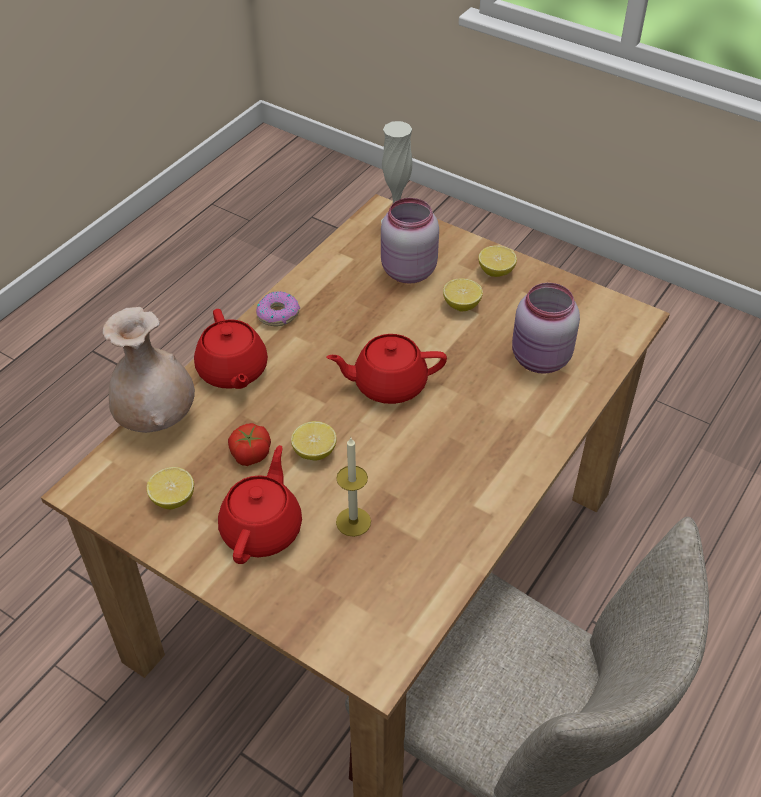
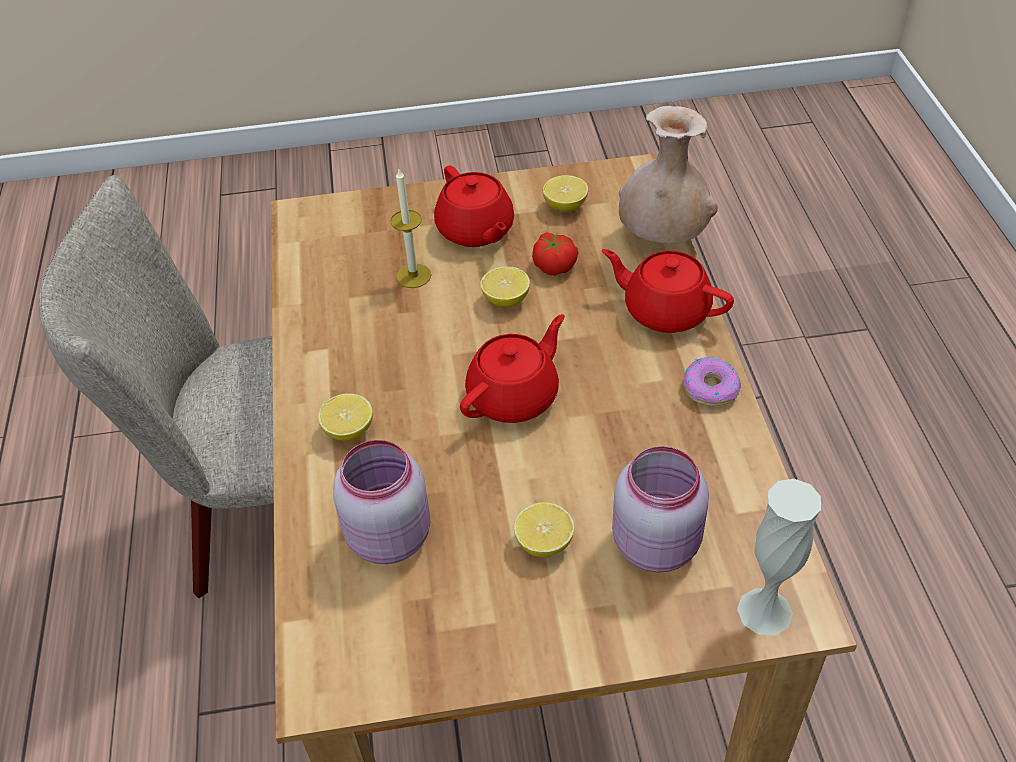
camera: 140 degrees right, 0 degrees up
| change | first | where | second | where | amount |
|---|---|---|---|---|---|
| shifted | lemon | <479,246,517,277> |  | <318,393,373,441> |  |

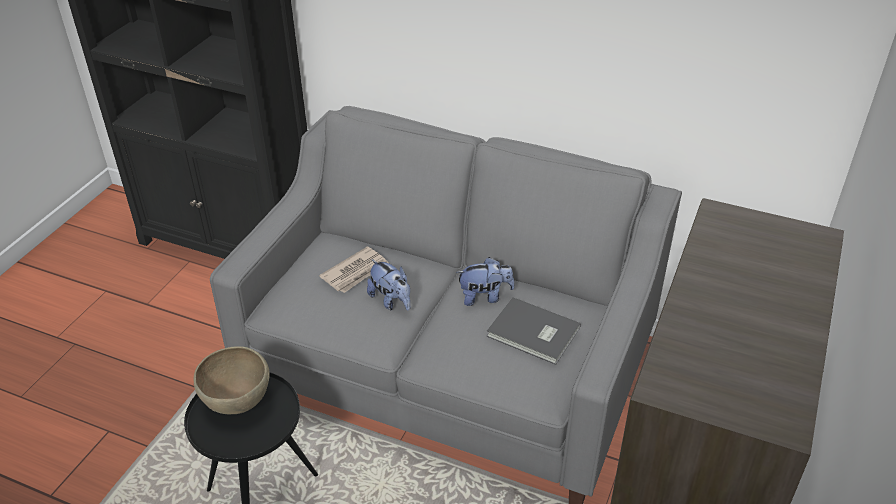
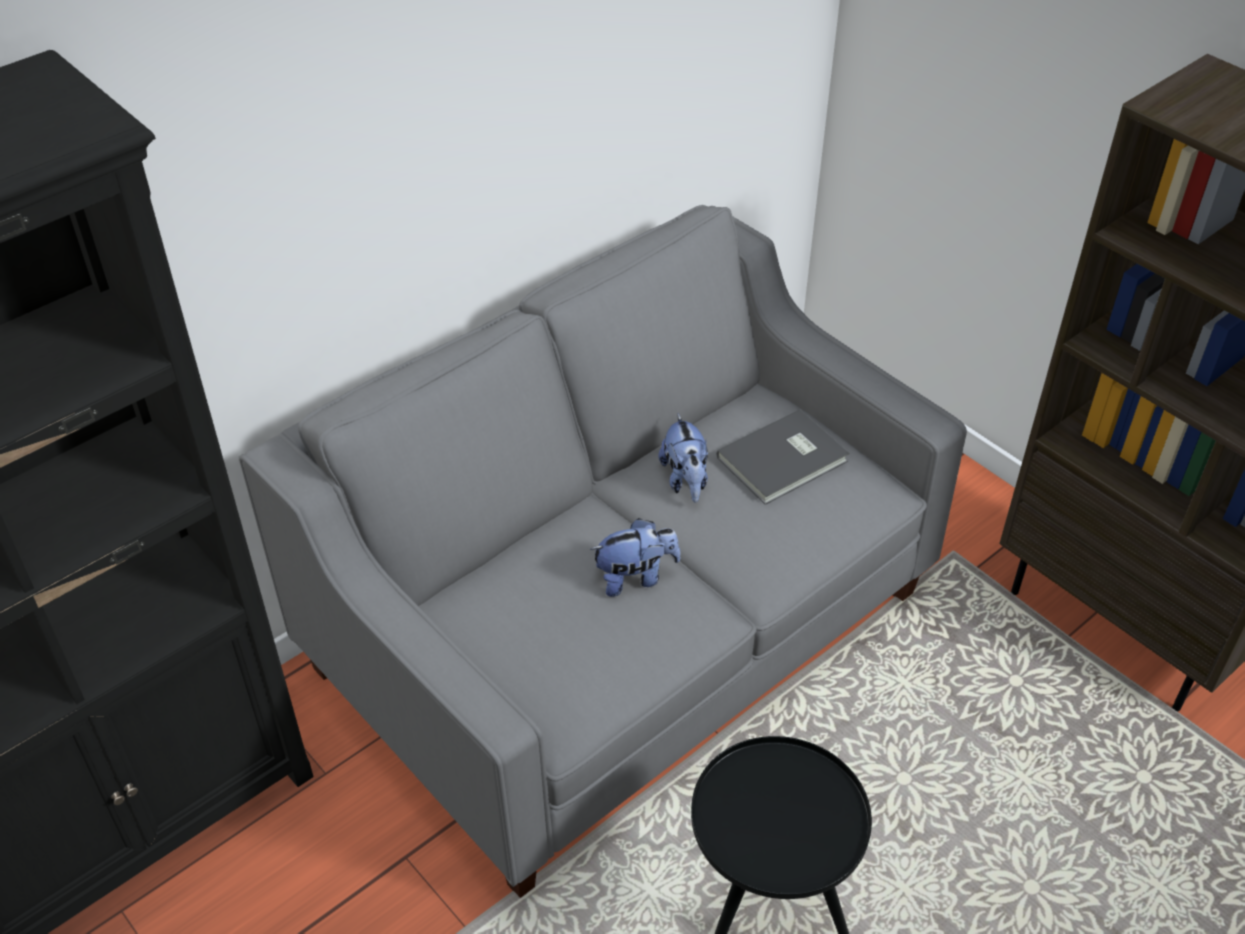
camera: 65 degrees left, 5 degrees up
| change | first | where | second | where | amount |
|---|---|---|---|---|---|
| gone | brown bowl | <193,346,270,414> |  |  |  |
| gone | newspaper | <319,246,389,293> |  |  |  |
| rotated | plush toy | <456,257,515,306> |  | <659,414,708,503> | 150 degrees clockwise |

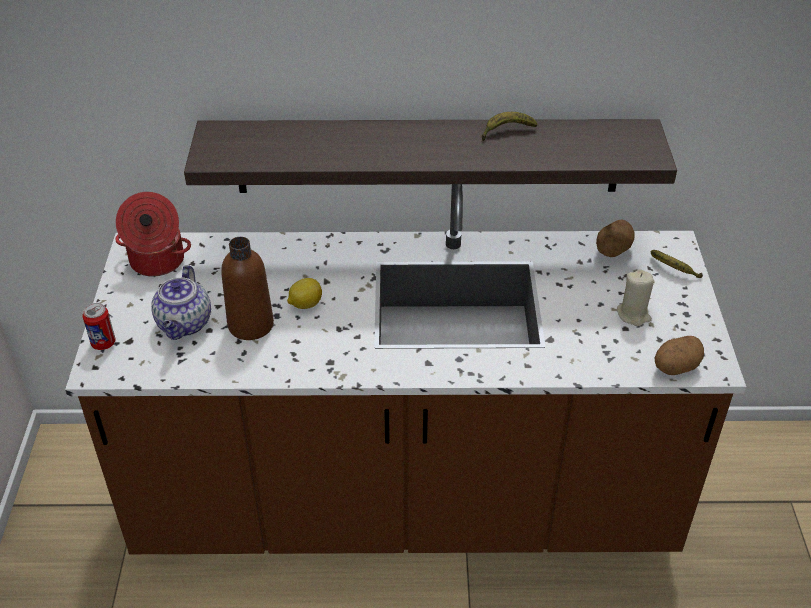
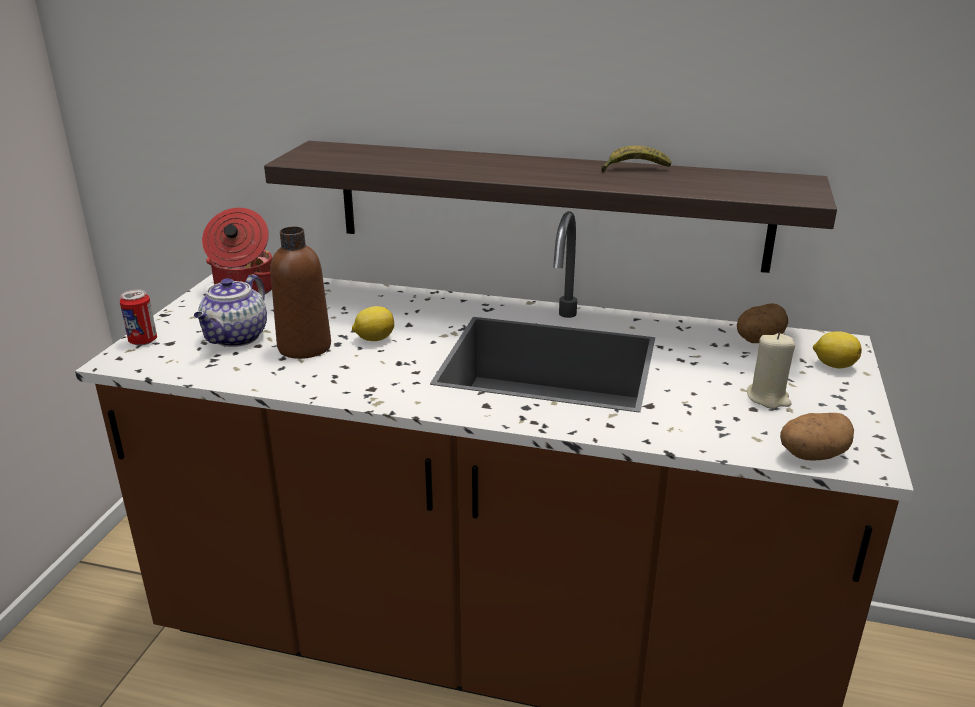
camera: 15 degrees right, 15 degrees down
| change | first | where | second | where | amount |
|---|---|---|---|---|---|
| swapped | banana | <651,250,703,278> | lemon | <813,331,862,368> |  |

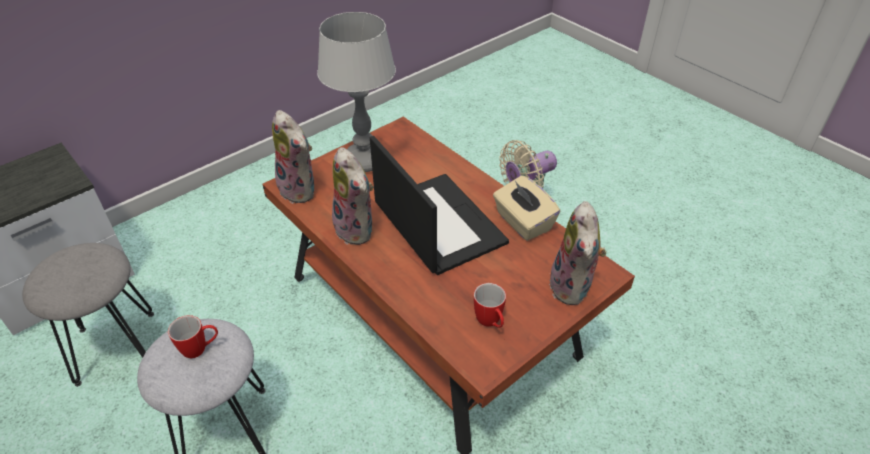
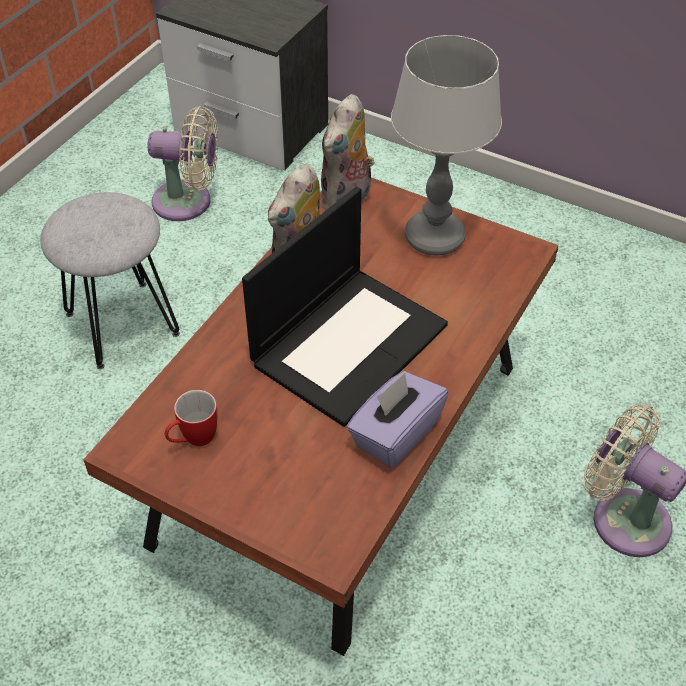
camera: 70 degrees right, 5 degrees up
| change | first | where | second | where | amount |
|---|---|---|---|---|---|
| swapped | grey stool | <22,243,154,387> | beige fan | <147,106,218,221> |  |
| gone | mug | <168,315,218,358> |  |  |  |
| repainted | beige tissue box | <493,175,560,241> | purple tissue box | <347,371,449,468> |  |
| gone | plush toy | <549,201,607,305> |  |  |  |

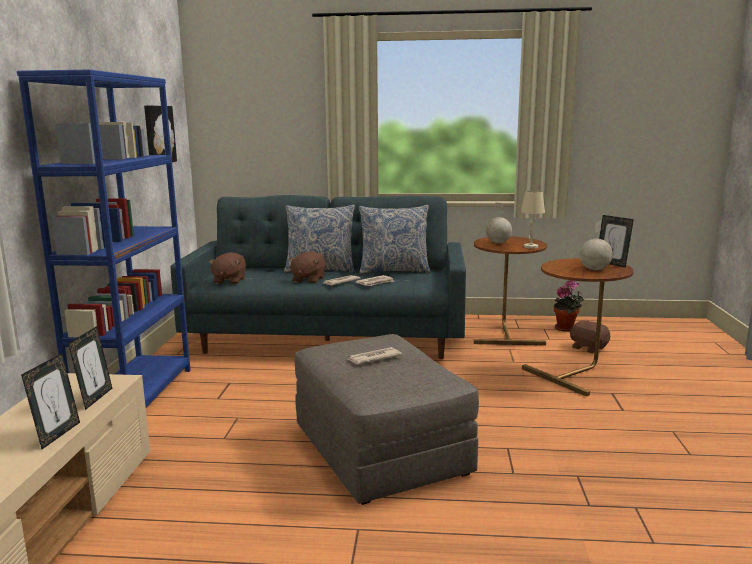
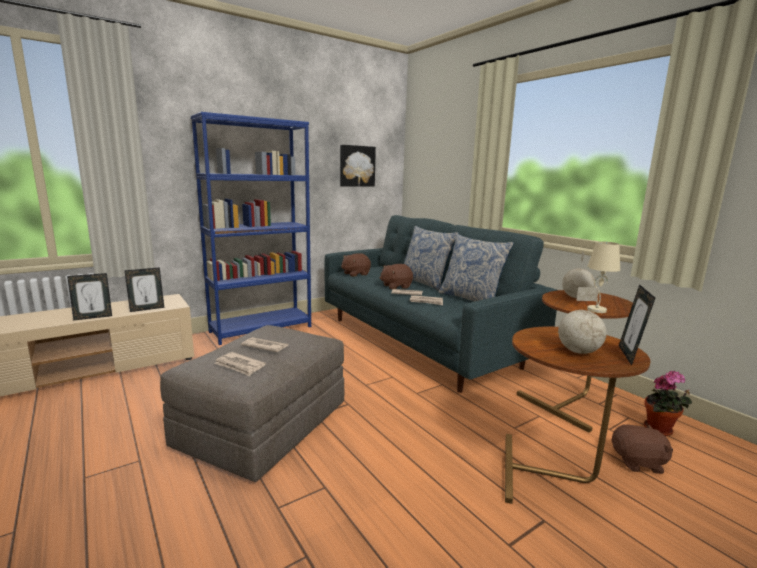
camera: 50 degrees right, 0 degrees up
| change | first | where | second | where | amount |
|---|---|---|---|---|---|
| rotated | brown plush toy | <570,321,610,353> |  | <612,425,673,474> | 90 degrees clockwise |
| new |  |  | newspaper | <214,352,266,376> |  |

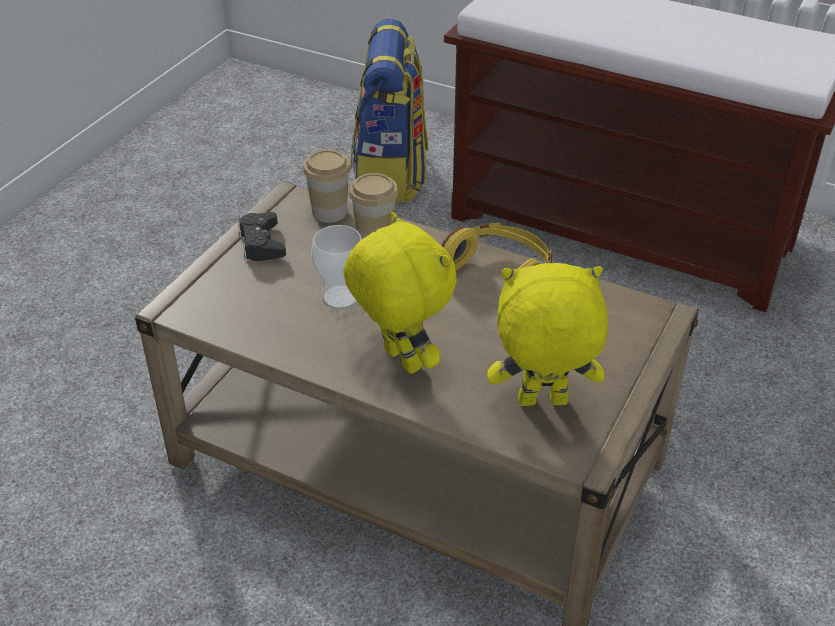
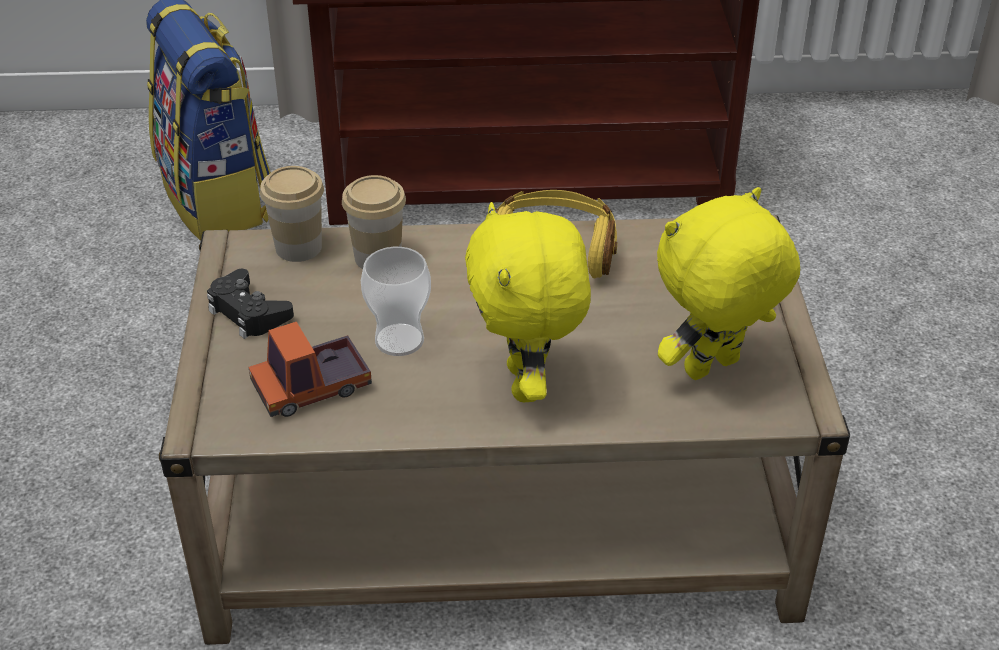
camera: 30 degrees left, 0 degrees up
| change | first | where | second | where | amount |
|---|---|---|---|---|---|
| rotated | yellow plush toy | <343,212,457,374> |  | <465,202,591,402> | 120 degrees counterclockwise |
| new |  |  | toy truck | <249,322,372,417> |  |

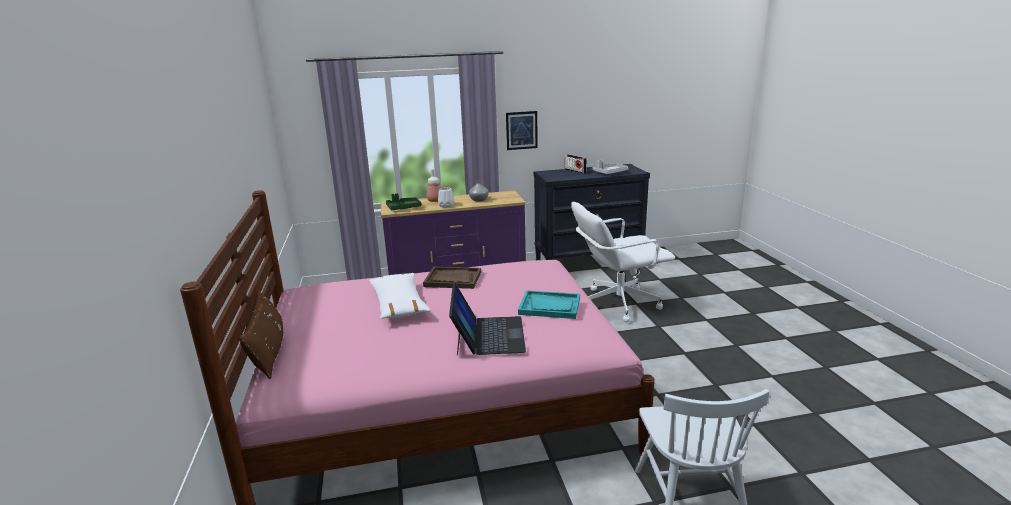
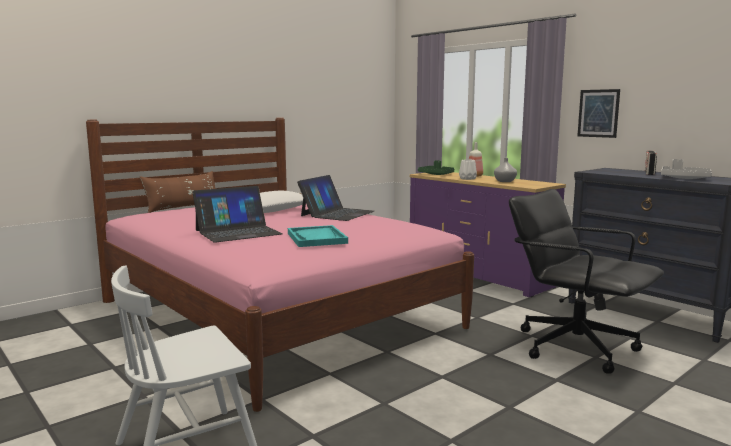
camera: 60 degrees right, 10 degrees down
| change | first | where | second | where | amount |
|---|---|---|---|---|---|
| swapped | brown tray | <423,267,481,289> | laptop | <297,175,374,221> |  |
| repainted | white office chair | <571,202,675,322> | black office chair | <509,189,664,374> |  |

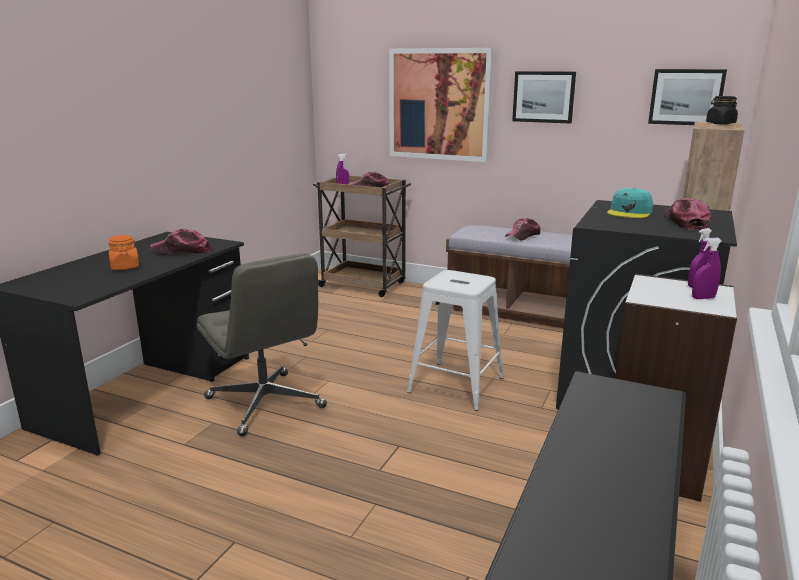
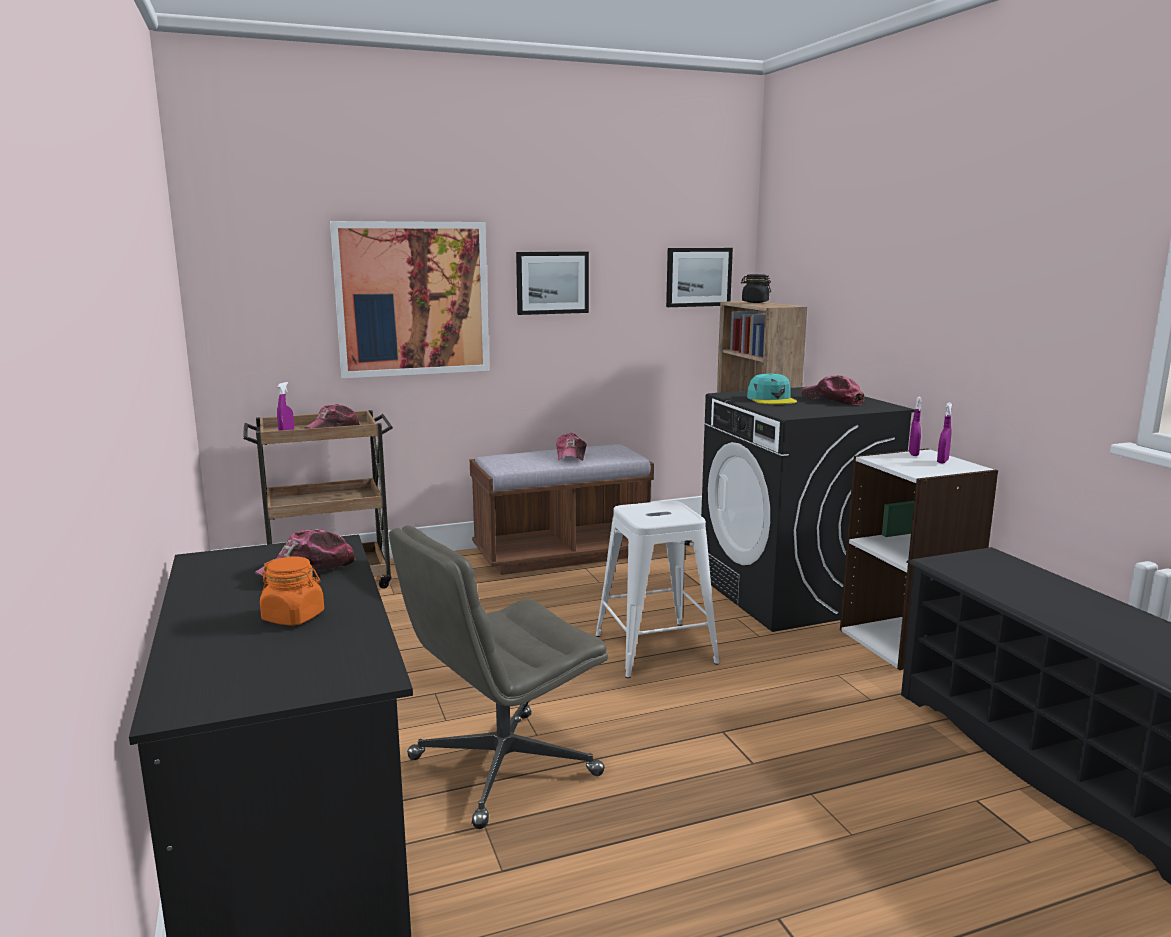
camera: 45 degrees left, 5 degrees down
| change | first | where | second | where | amount |
|---|---|---|---|---|---|
| rotated | grey office chair | <197,253,327,436> |  | <389,525,608,829> | 135 degrees clockwise |

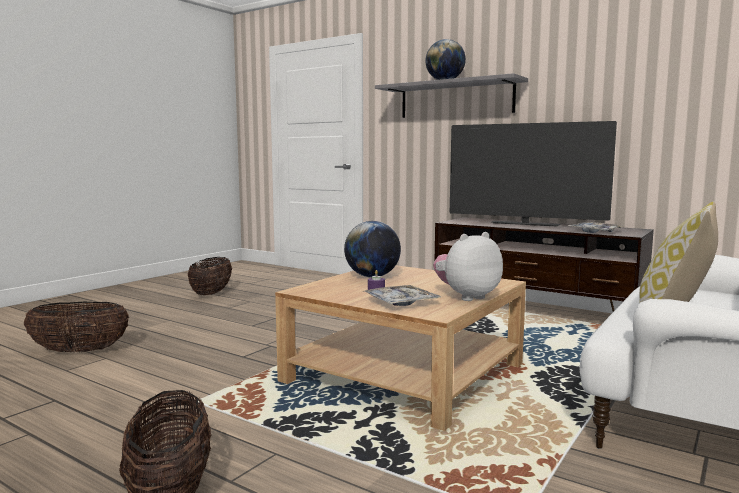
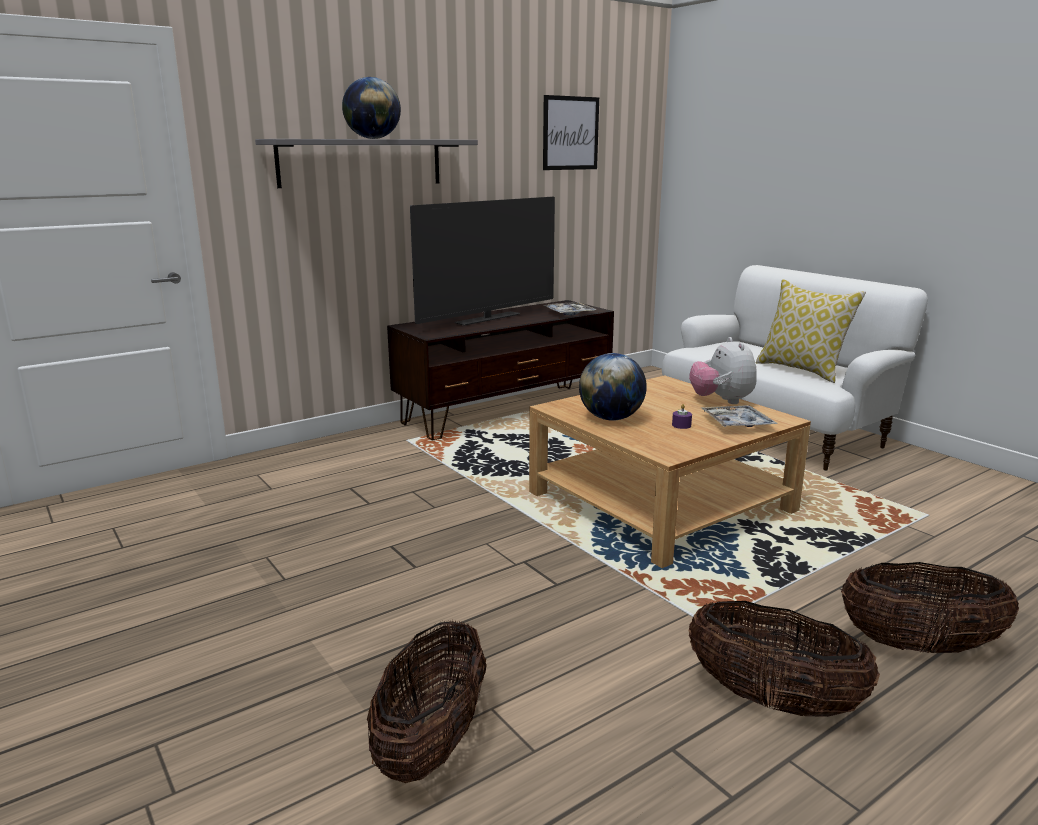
camera: 70 degrees left, 10 degrees up
| change | first | where | second | where | amount |
|---|---|---|---|---|---|
| shifted | basket | <188,257,232,295> |  | <688,601,880,717> |  |
| new |  |  | picture | <543,95,599,170> |  |

